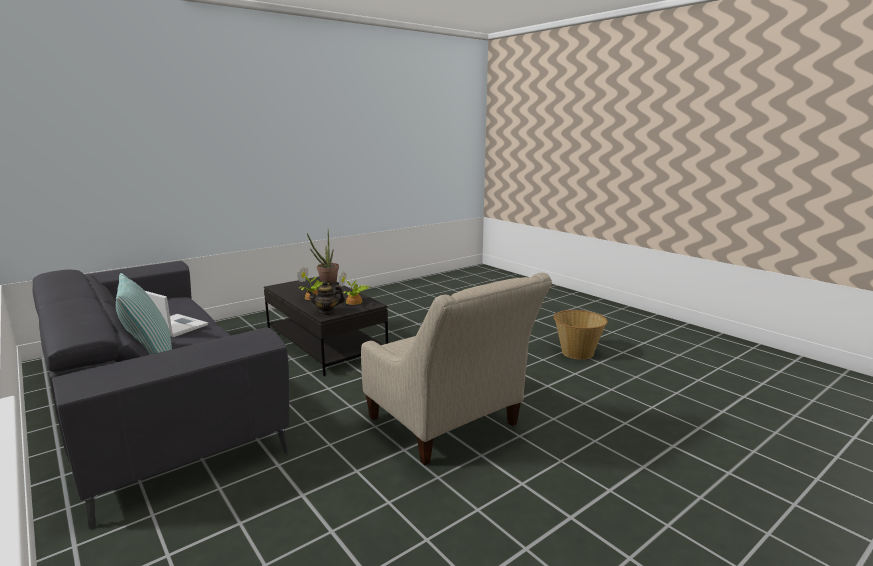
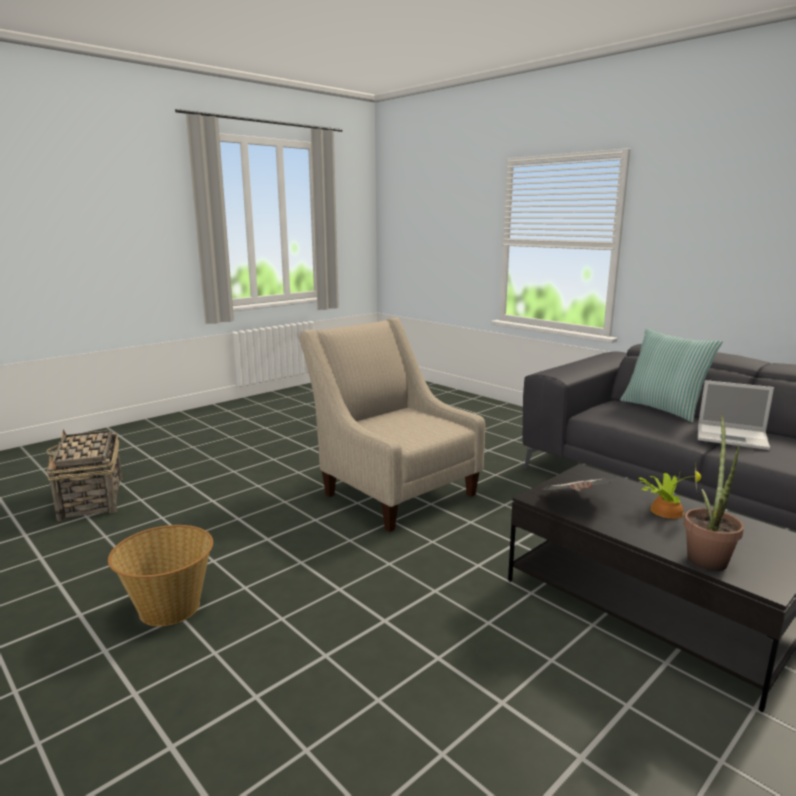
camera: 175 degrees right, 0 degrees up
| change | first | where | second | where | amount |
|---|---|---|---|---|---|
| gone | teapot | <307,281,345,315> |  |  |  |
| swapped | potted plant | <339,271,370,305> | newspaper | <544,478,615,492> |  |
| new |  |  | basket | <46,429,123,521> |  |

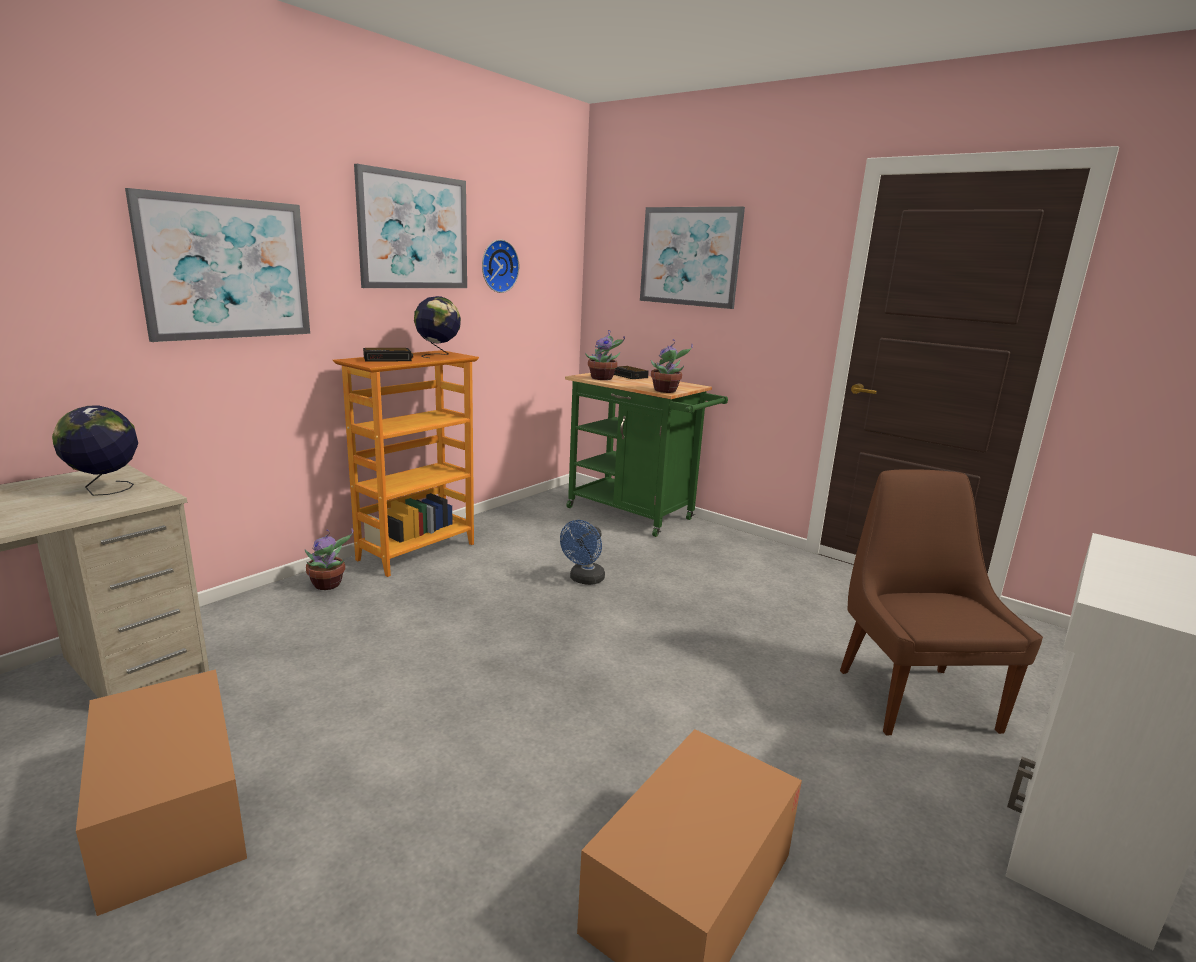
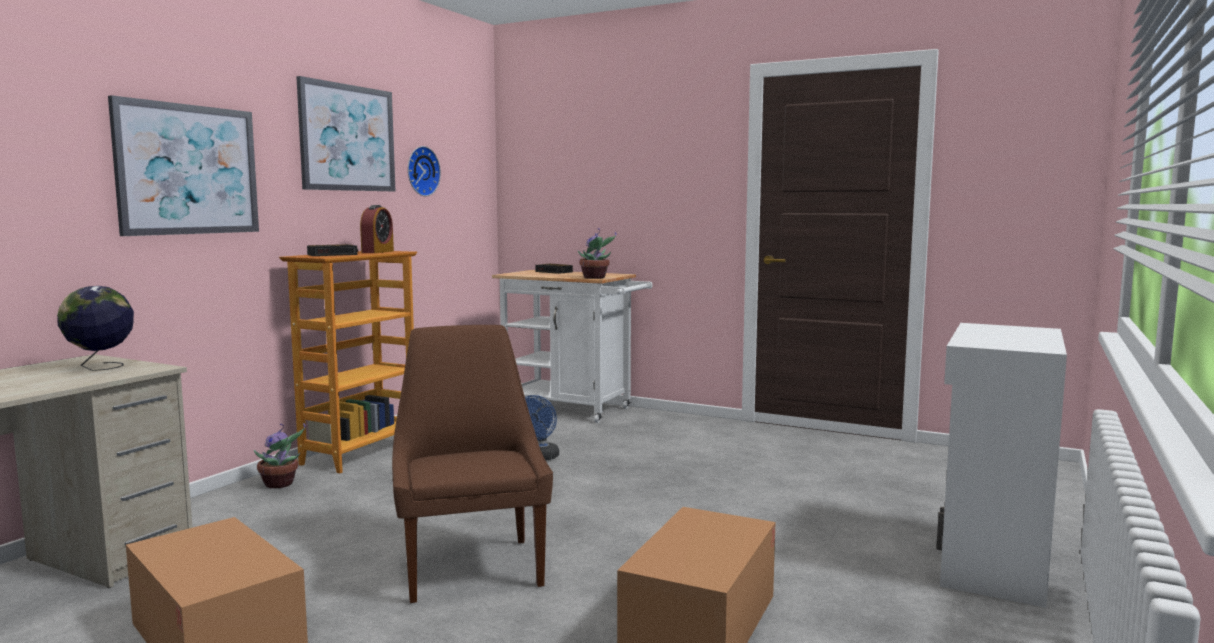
camera: 10 degrees left, 10 degrees down
| change | first | where | second | where | amount |
|---|---|---|---|---|---|
| swapped | globe | <414,296,461,358> | alarm clock | <360,205,394,253> |  |
| repainted | green cart | <565,373,728,537> | white cart | <492,270,653,423> |  |
| gone | potted plant | <585,330,625,380> |  |  |  |
| gone | picture | <640,207,745,309> |  |  |  |
| shifted | brown chair | <840,469,1043,735> |  | <392,325,553,603> |  |

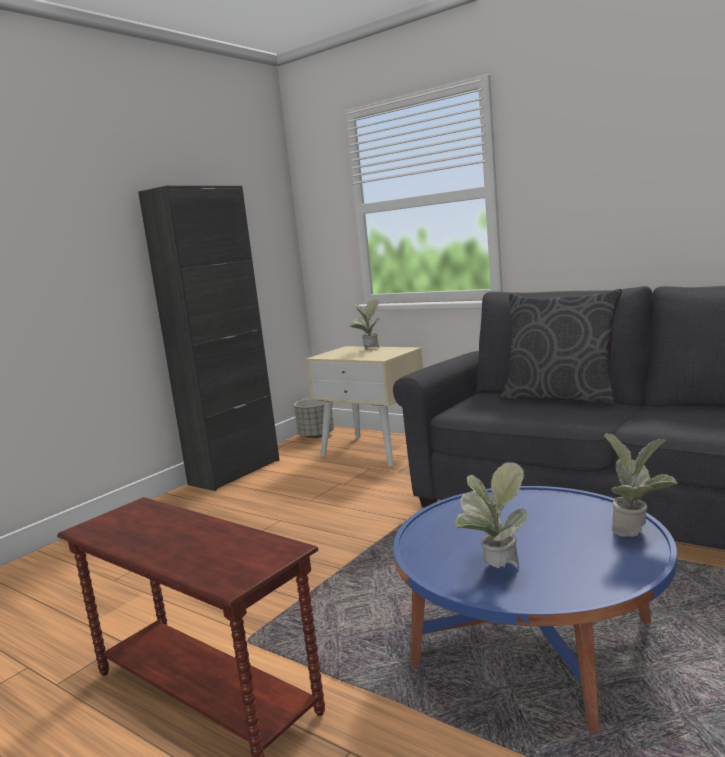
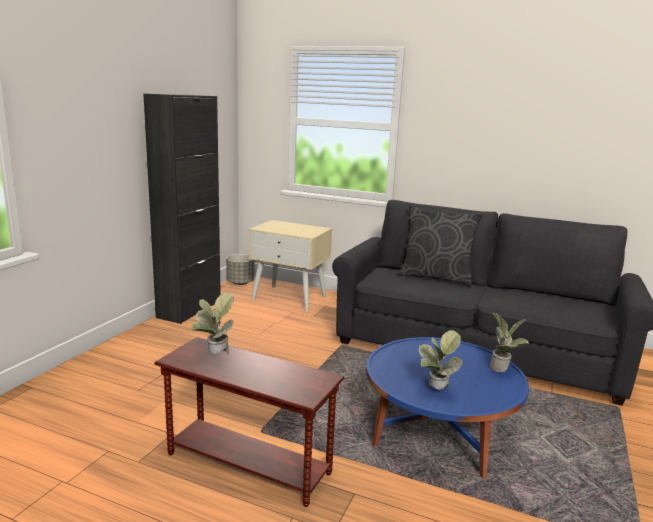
camera: 15 degrees left, 5 degrees up
| change | first | where | second | where | amount |
|---|---|---|---|---|---|
| shifted | potted plant | <349,299,379,348> |  | <191,292,234,355> |  |

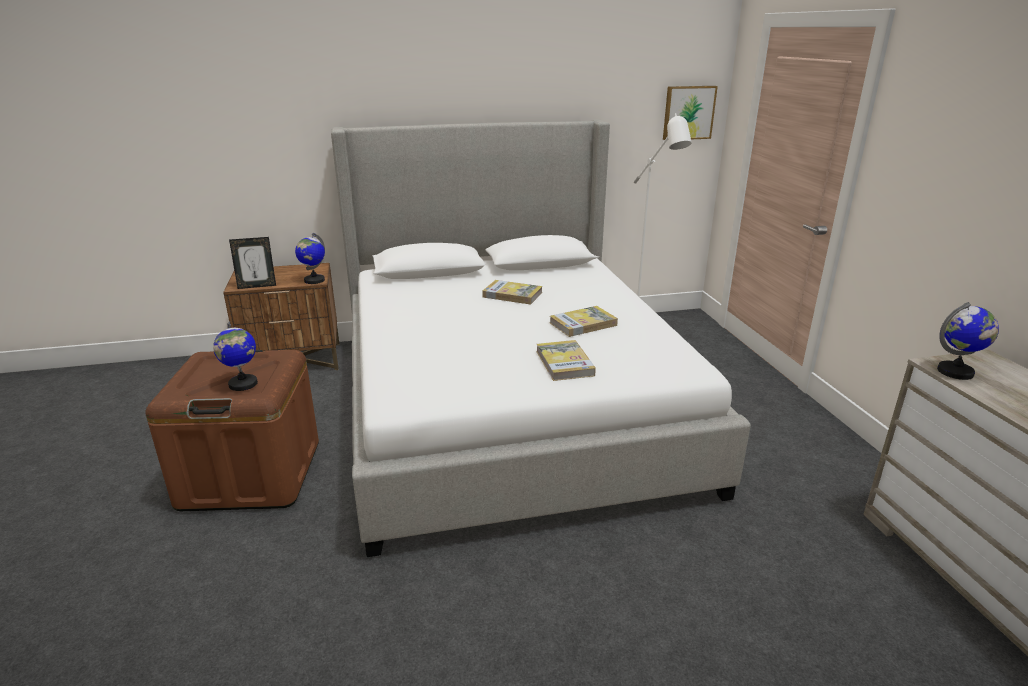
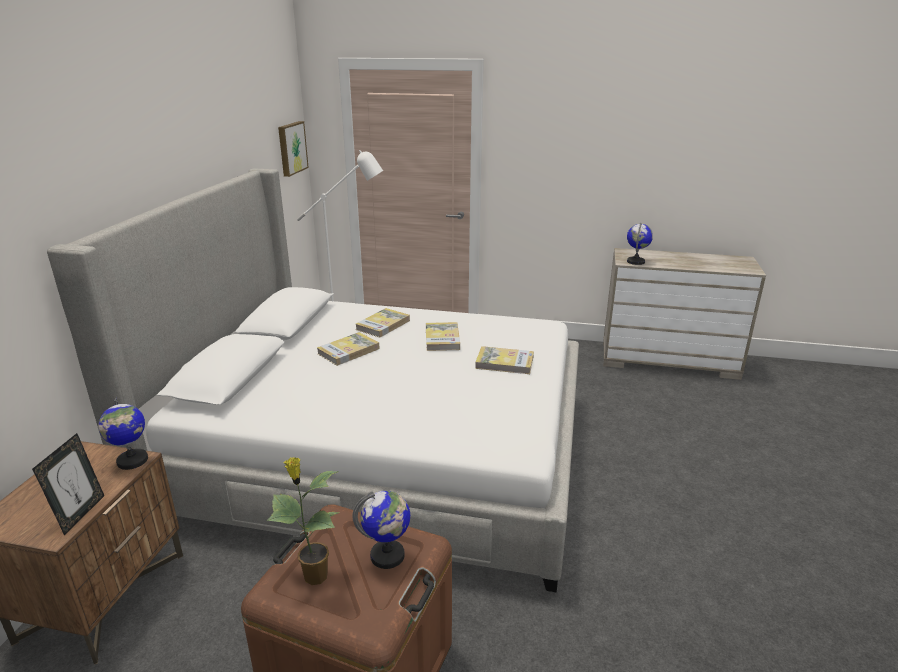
camera: 65 degrees left, 0 degrees up
| change | first | where | second | where | amount |
|---|---|---|---|---|---|
| new |  |  | potted plant | <266,457,340,585> |  |
| new |  |  | book | <356,308,410,338> |  |

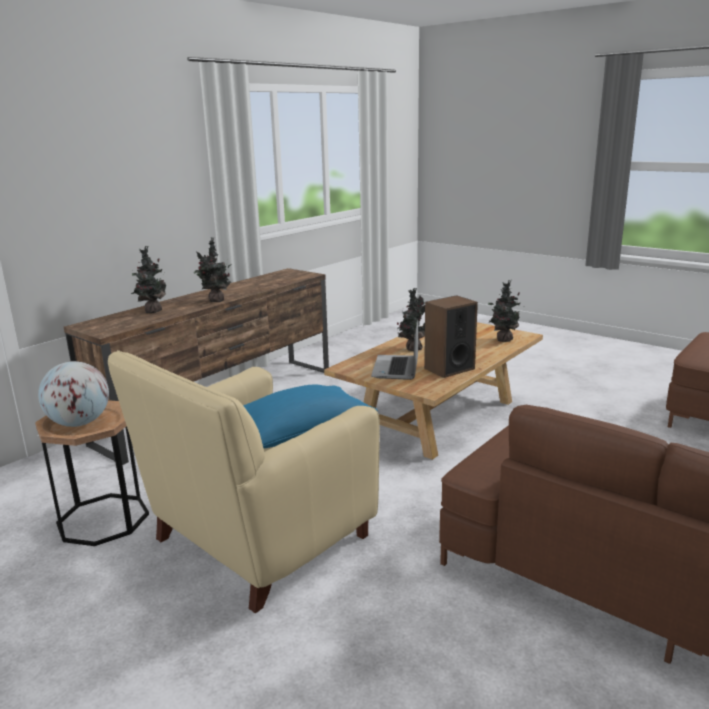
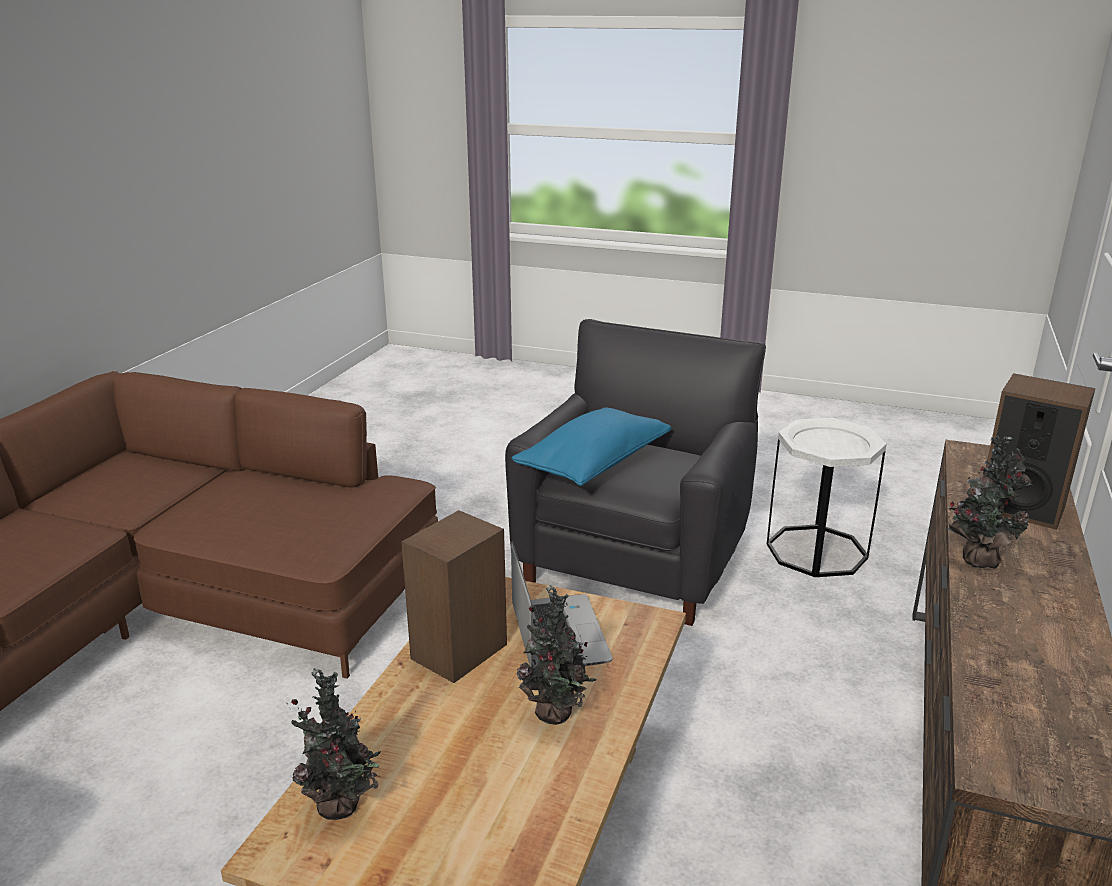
camera: 160 degrees right, 5 degrees up
| change | first | where | second | where | amount |
|---|---|---|---|---|---|
| repainted | brown side table | <35,400,149,546> | white side table | <767,418,887,577> |  |
| gone | globe | <38,361,109,427> |  |  |  |
| repainted | beige armchair | <108,350,380,613> | black armchair | <505,319,766,626> |  |
| swapped | potted plant | <131,246,166,313> | speaker | <986,373,1096,530> |  |

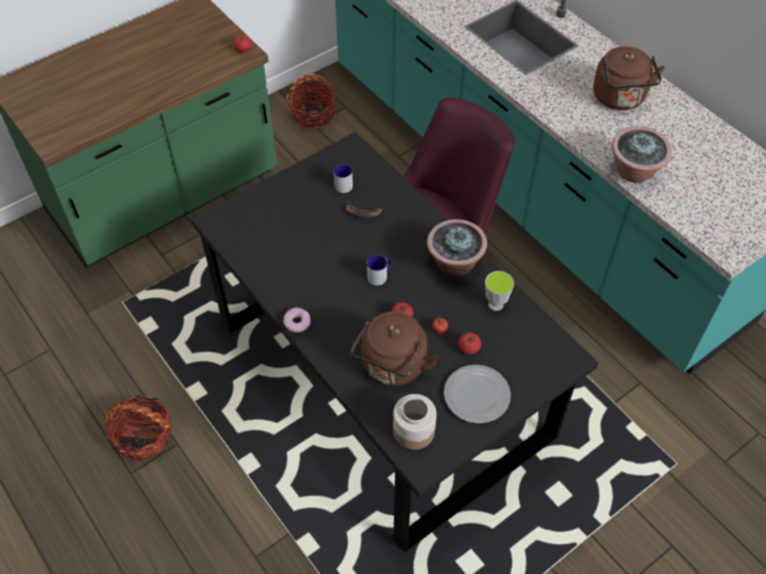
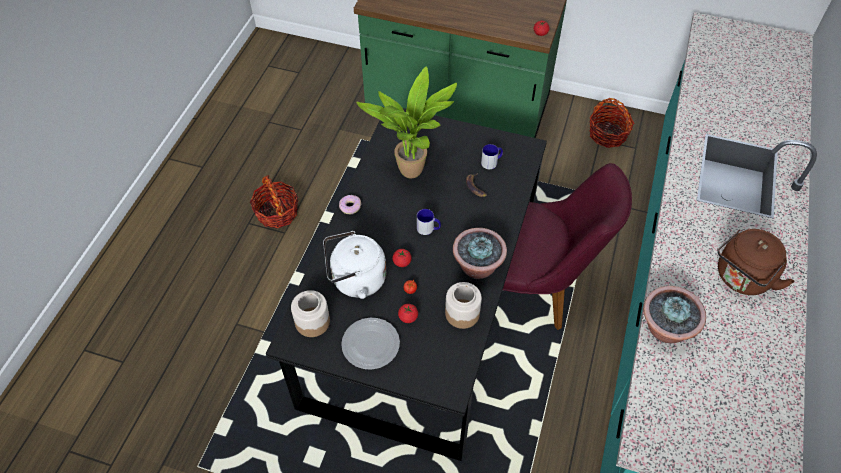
camera: 55 degrees right, 0 degrees up
| change | first | where | second | where | amount |
|---|---|---|---|---|---|
| repainted | brown kettle | <351,311,439,386> | white kettle | <323,231,386,299> |  |
| swapped | cup | <485,271,514,311> | jar | <445,282,482,329> |  |
| new |  |  | potted plant | <356,67,457,178> |  |

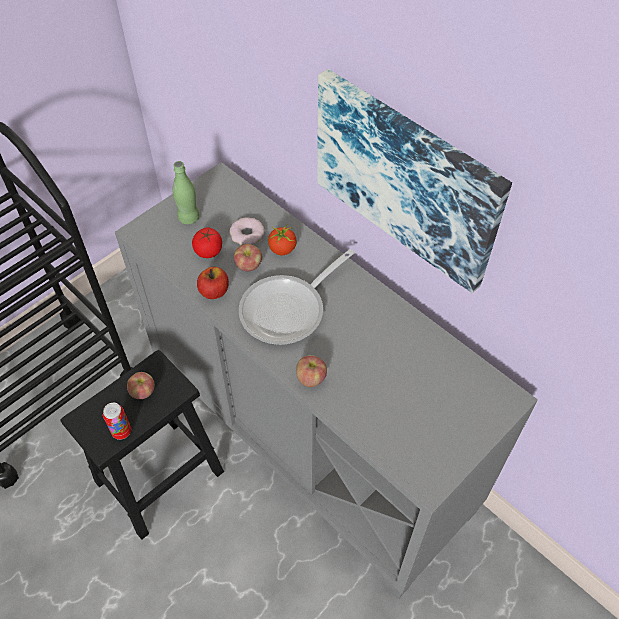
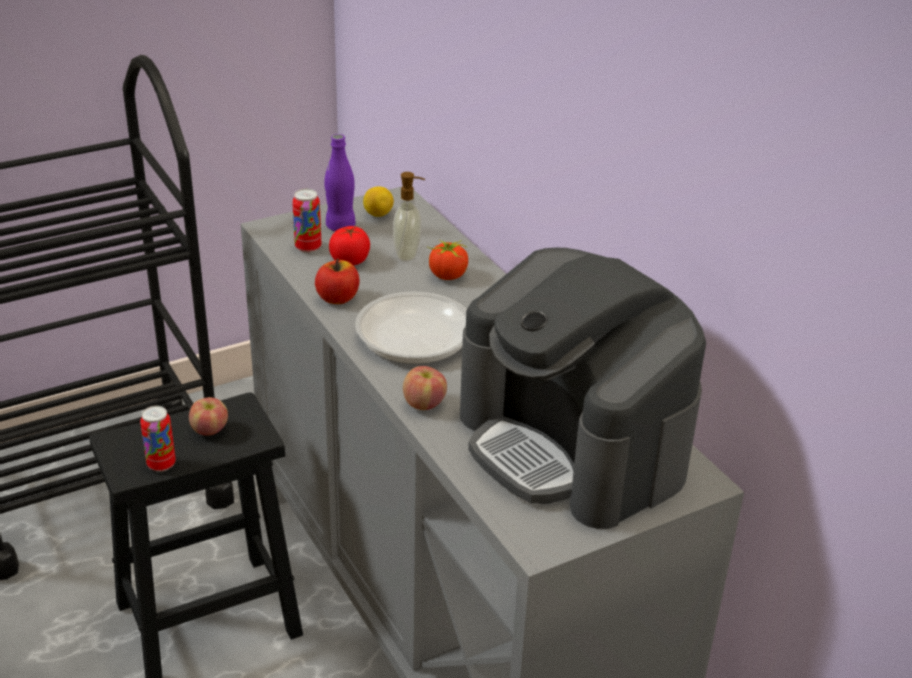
camera: 15 degrees right, 20 degrees down
| change | first | where | second | where | amount |
|---|---|---|---|---|---|
| repainted | green bottle | <172,161,200,224> | purple bottle | <324,134,356,231> |  |
| swapped | donut | <229,217,265,245> | soap dispenser | <393,172,425,261> |  |
| gone | apple | <234,244,262,271> |  |  |  |
| gone | picture | <317,69,512,294> |  |  |  |
| new |  |  | can | <292,189,321,253> |  |
| new |  |  | lemon | <363,186,394,217> |  |
| new |  |  | coffee machine | <460,248,706,529> |  |

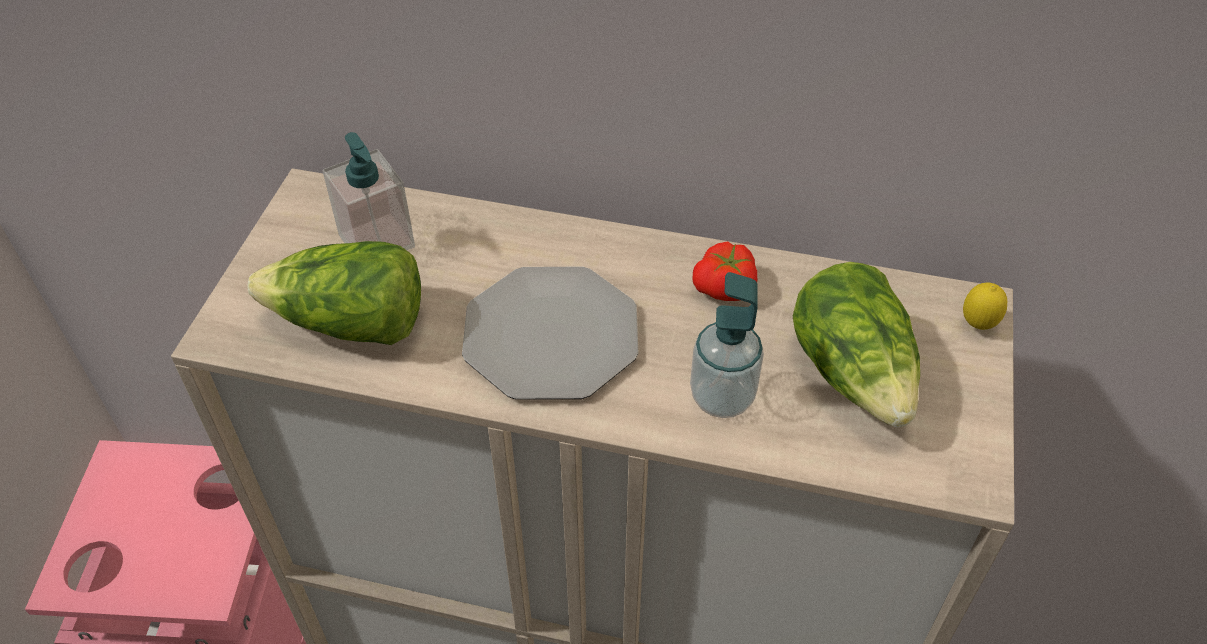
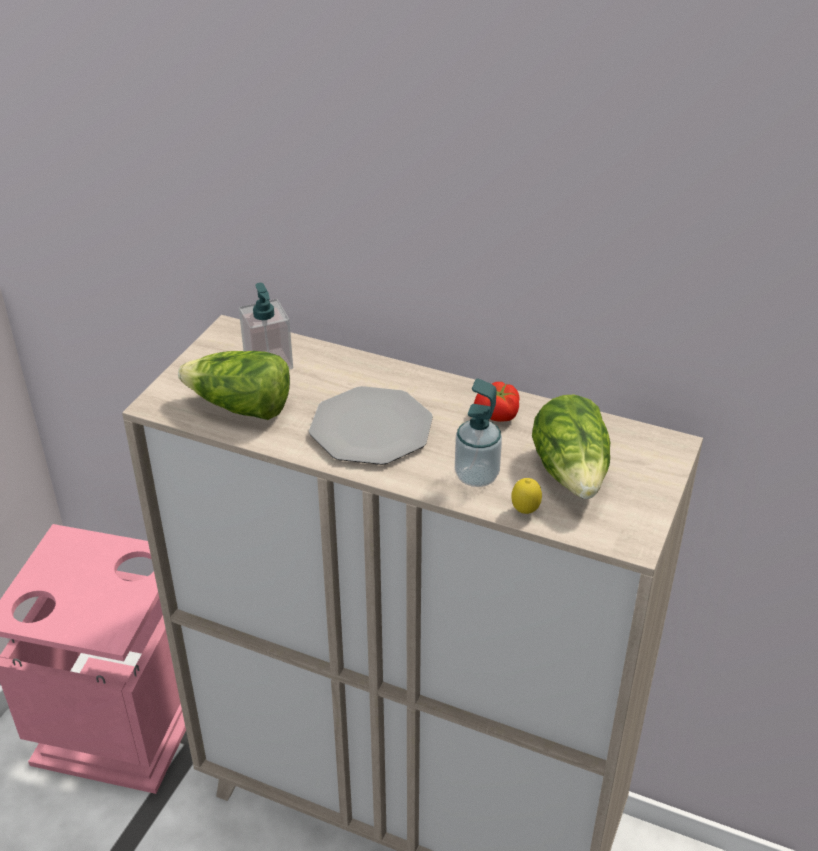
camera: 10 degrees right, 10 degrees down
| change | first | where | second | where | amount |
|---|---|---|---|---|---|
| shifted | lemon | <963,282,1007,330> |  | <511,478,542,514> |  |

